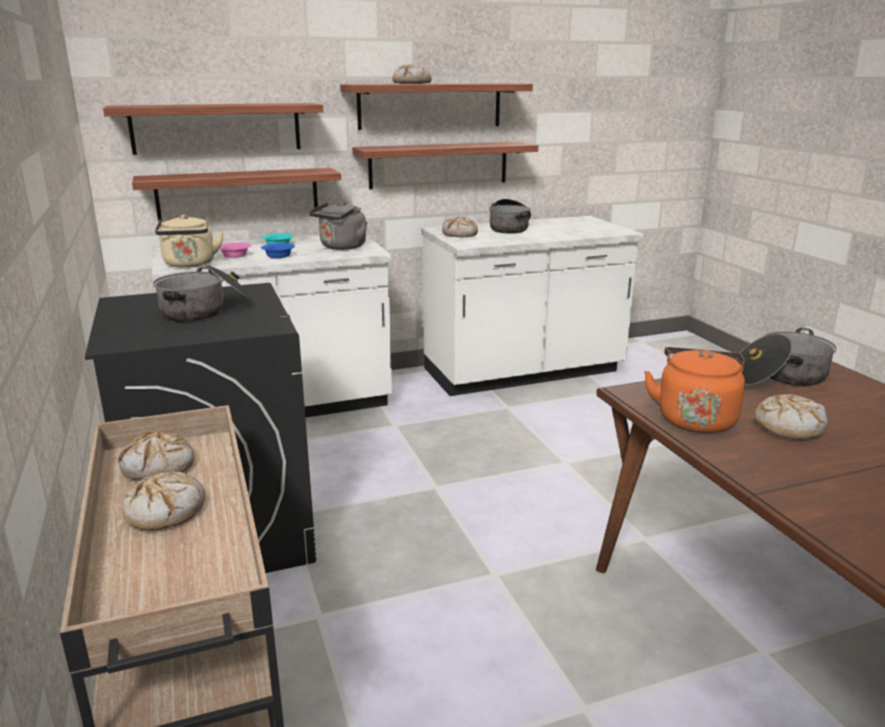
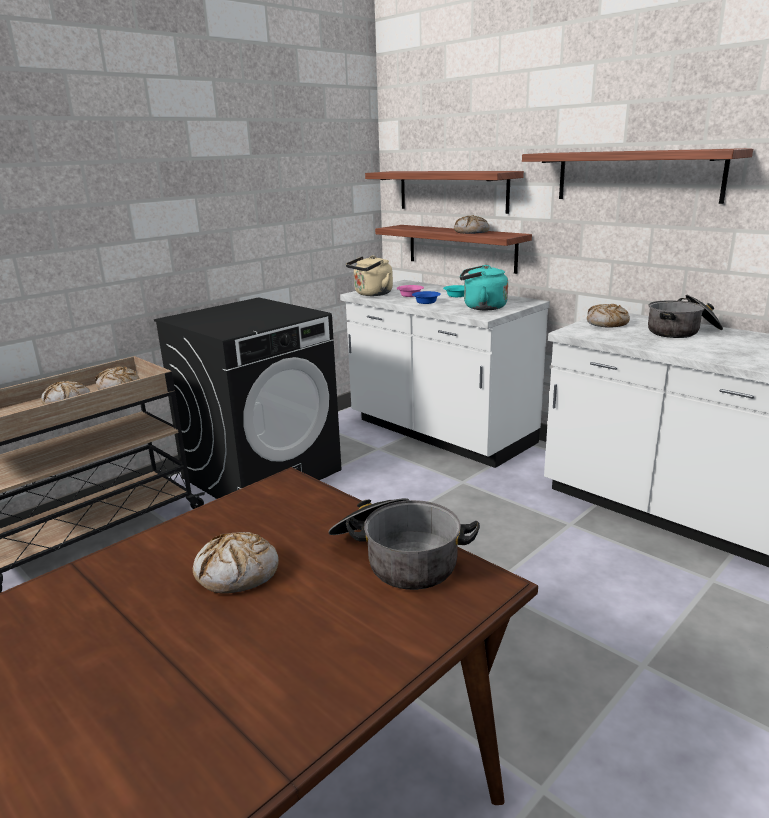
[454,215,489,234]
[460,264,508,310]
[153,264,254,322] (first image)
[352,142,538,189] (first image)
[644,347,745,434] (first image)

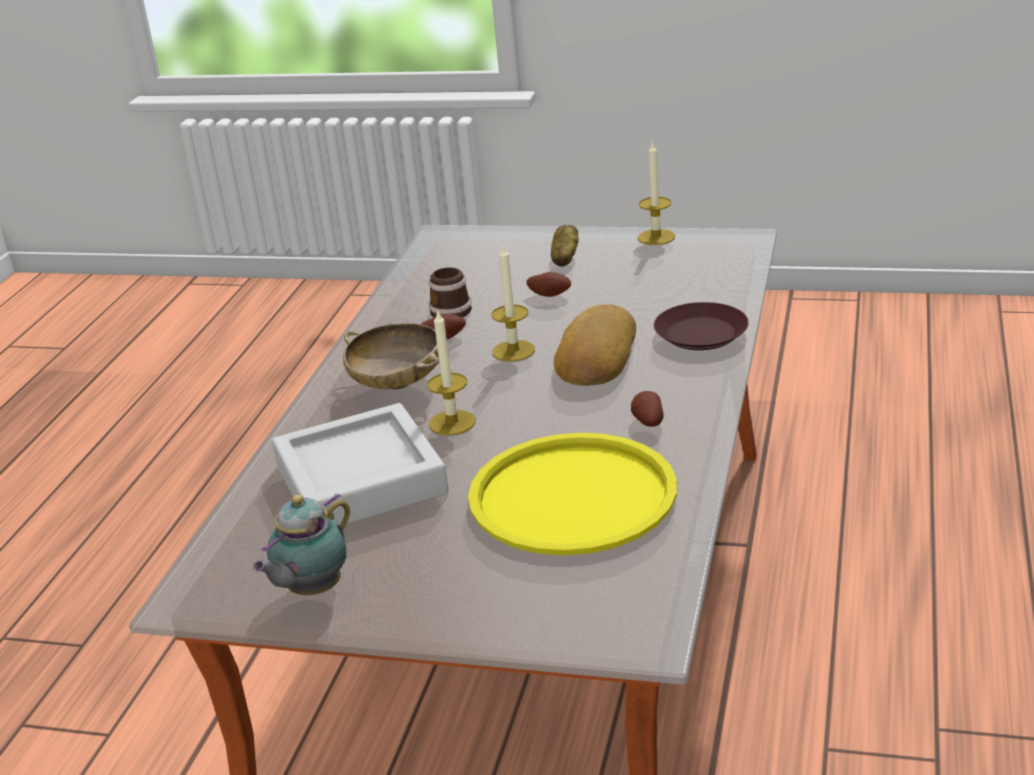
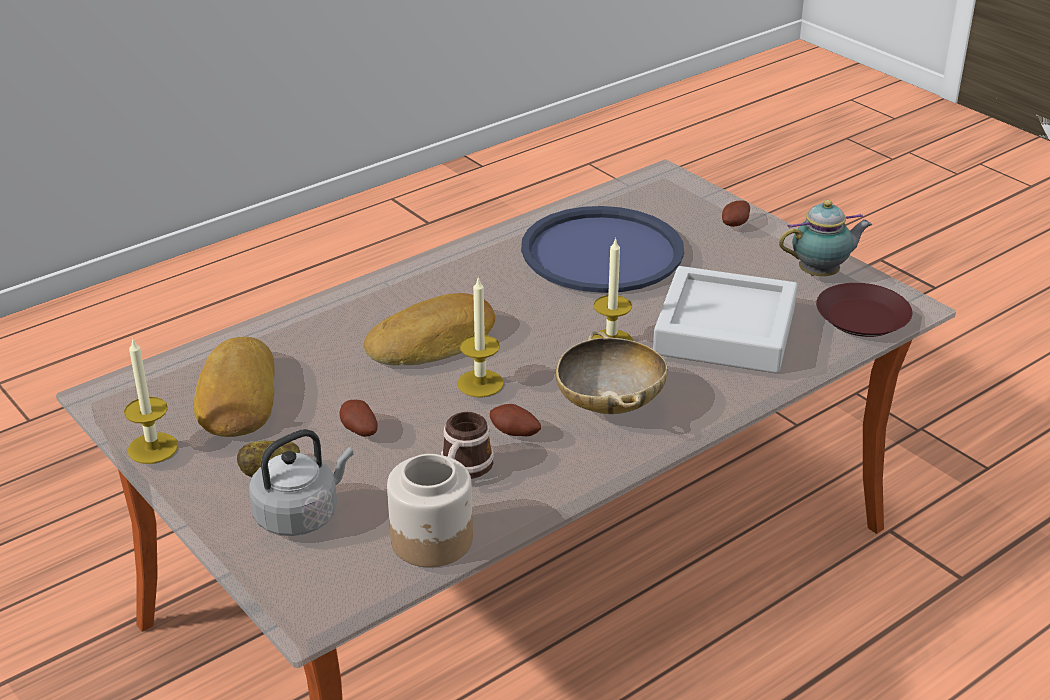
[193,337,275,437]
[249,429,354,536]
[387,454,473,567]
[521,206,684,293]
[722,201,750,227]
[816,283,912,337]

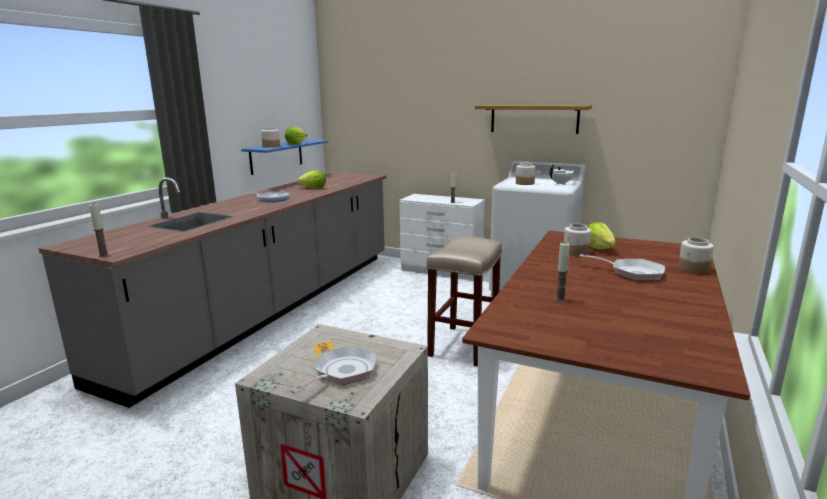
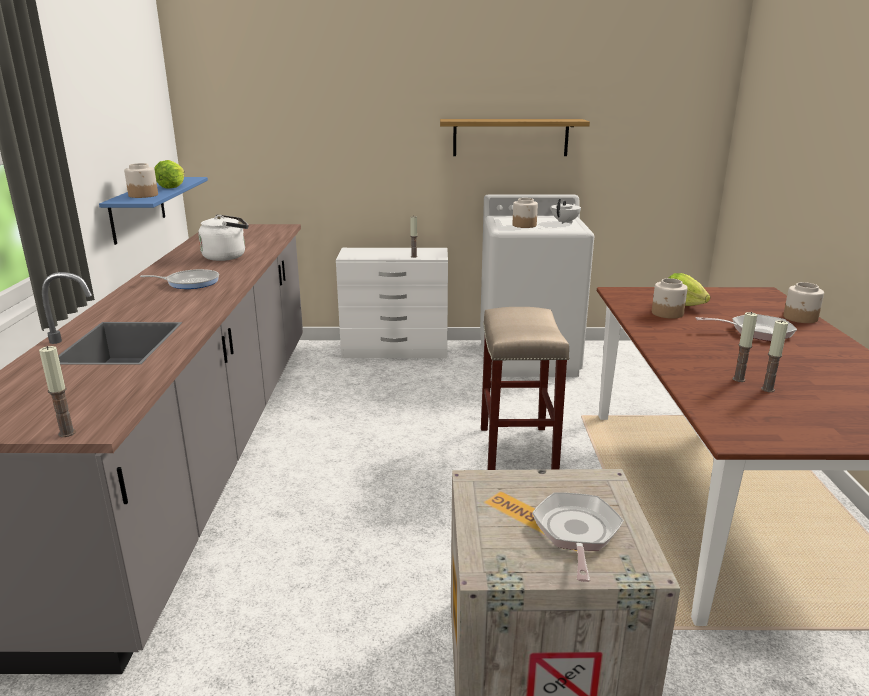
[198,214,248,261]
[761,320,788,392]

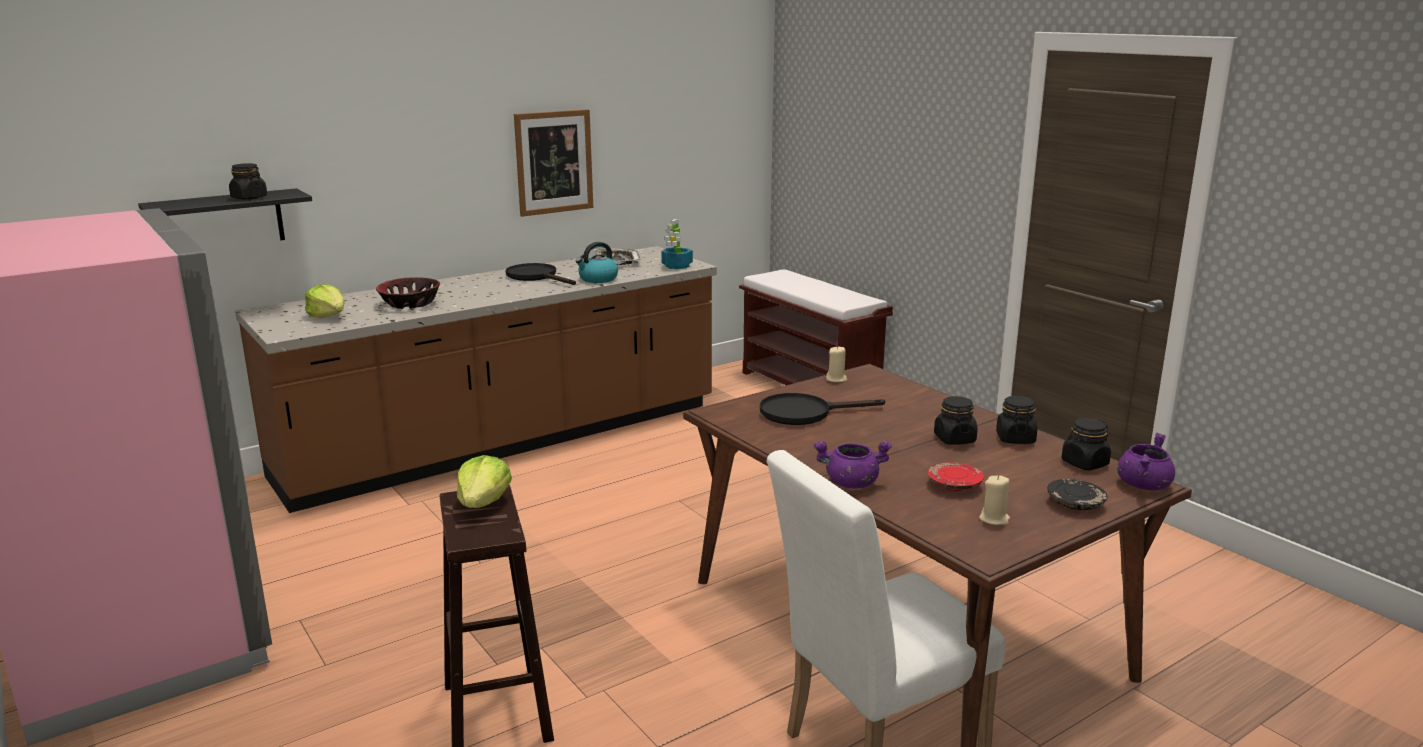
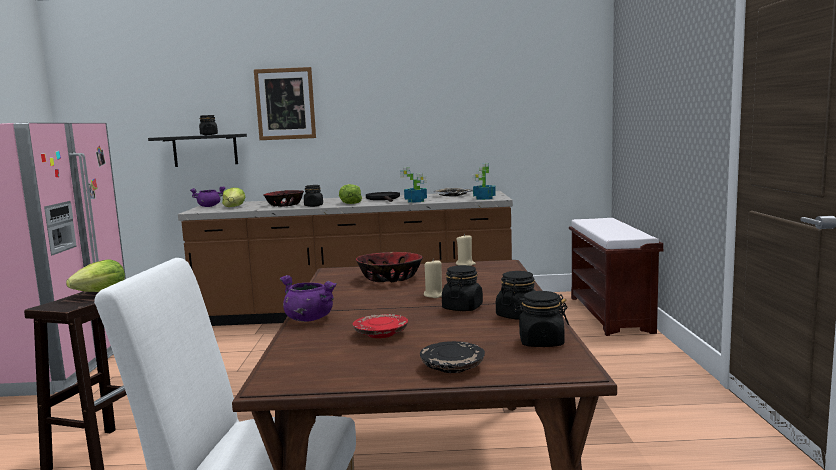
[190,186,225,207]
[254,67,316,140]
[304,185,323,207]
[339,184,362,204]
[356,252,423,282]
[400,167,427,203]
[424,259,442,298]

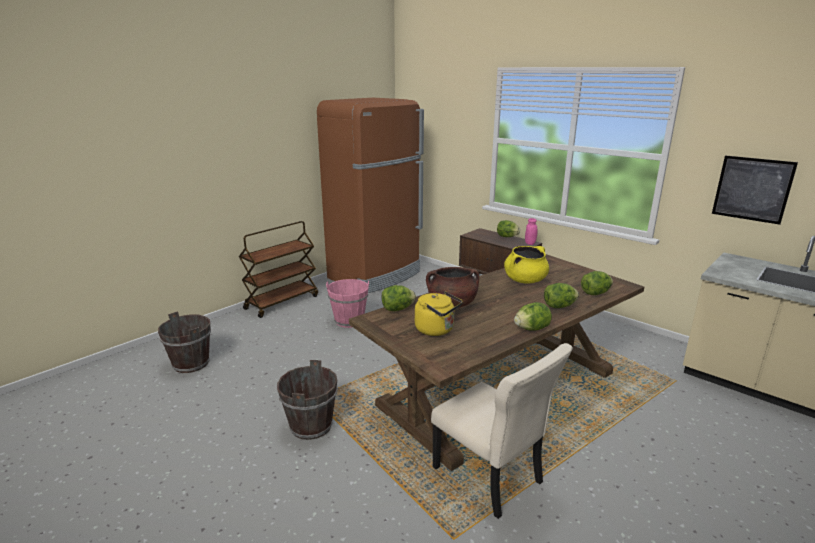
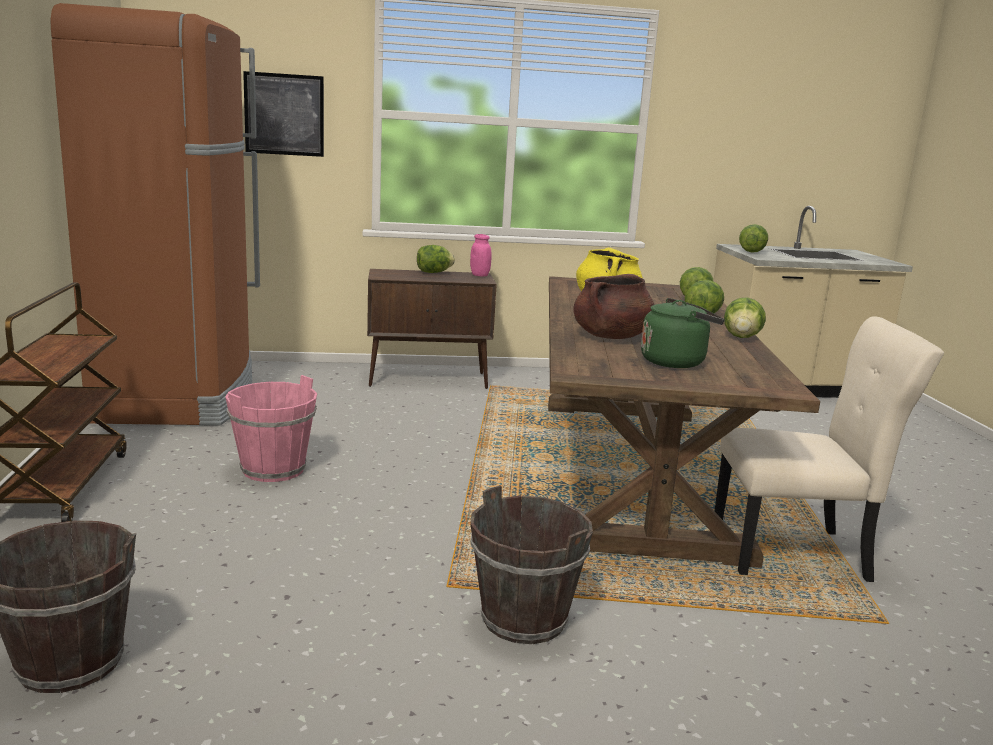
[243,71,324,157]
[641,298,725,368]
[739,224,768,253]

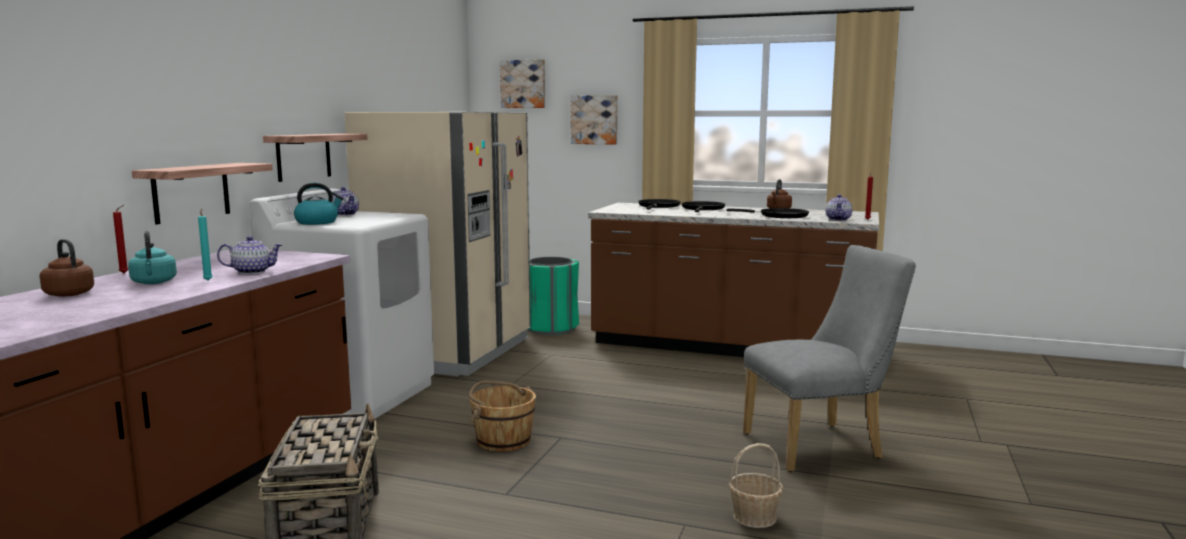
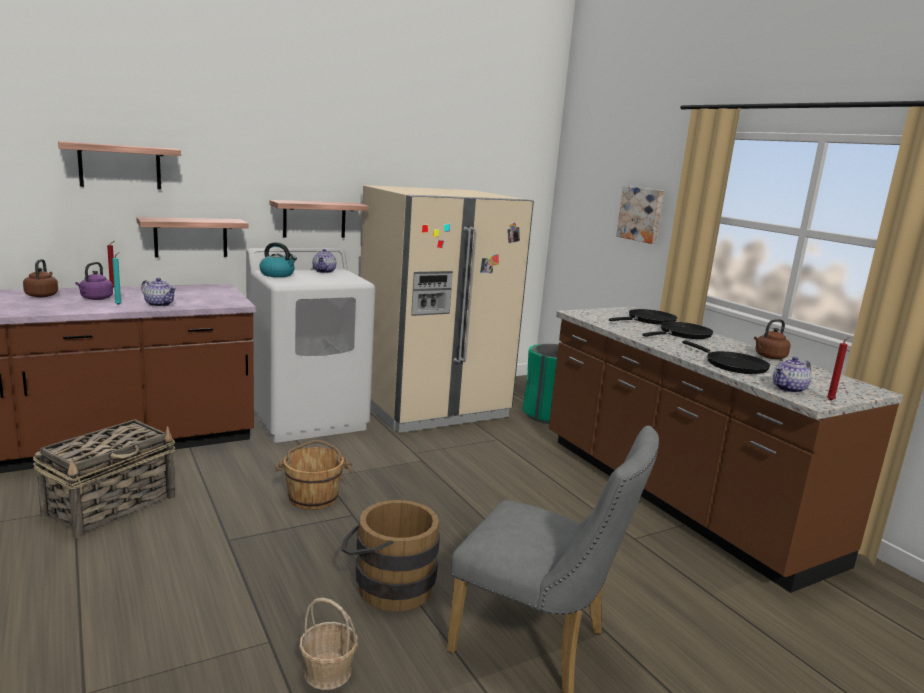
[58,141,181,190]
[75,262,113,300]
[341,500,440,611]
[500,59,545,108] (first image)

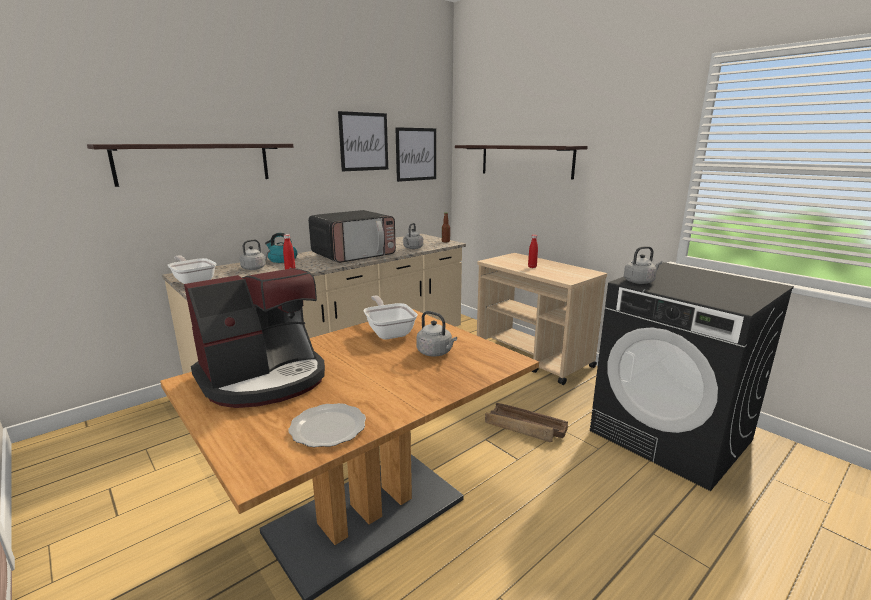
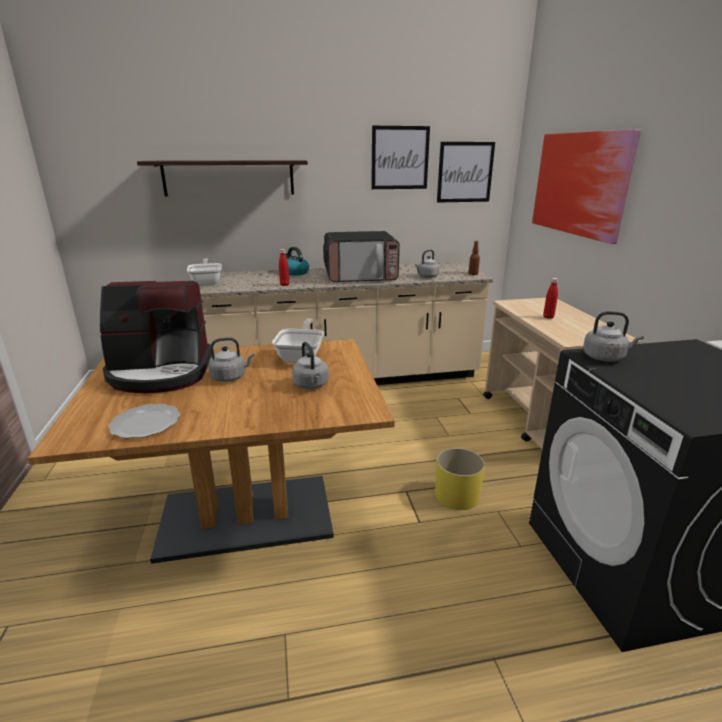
[208,337,255,382]
[435,448,485,510]
[532,129,641,244]

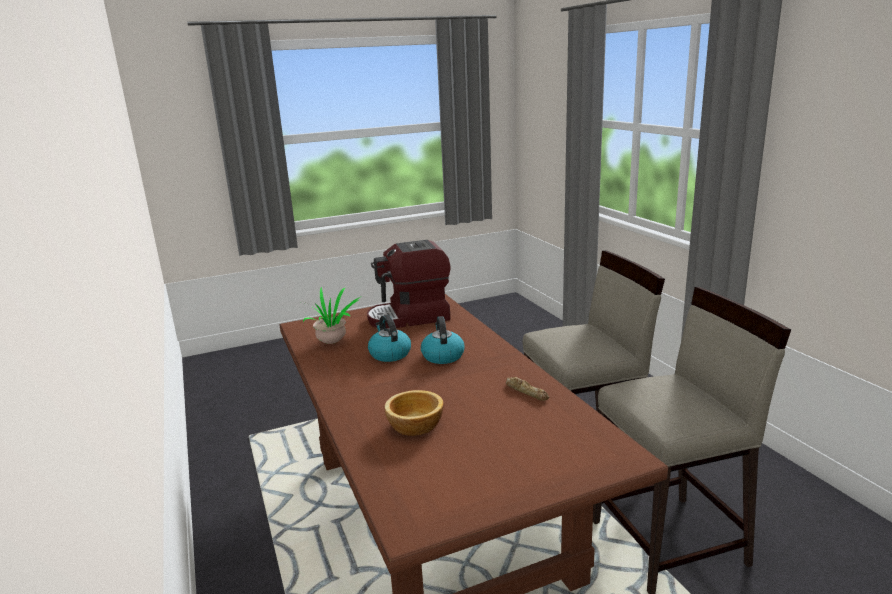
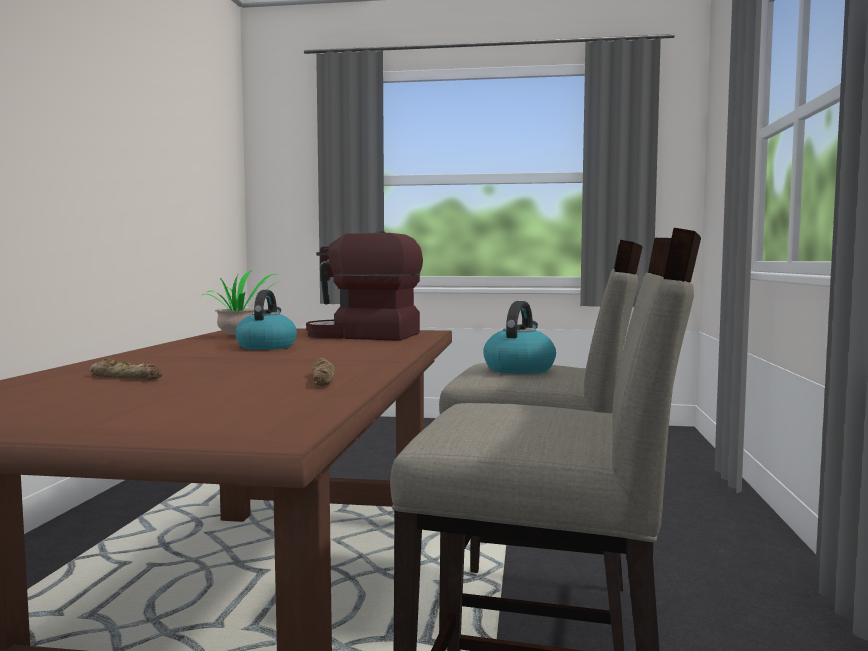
[89,358,163,379]
[483,301,556,374]

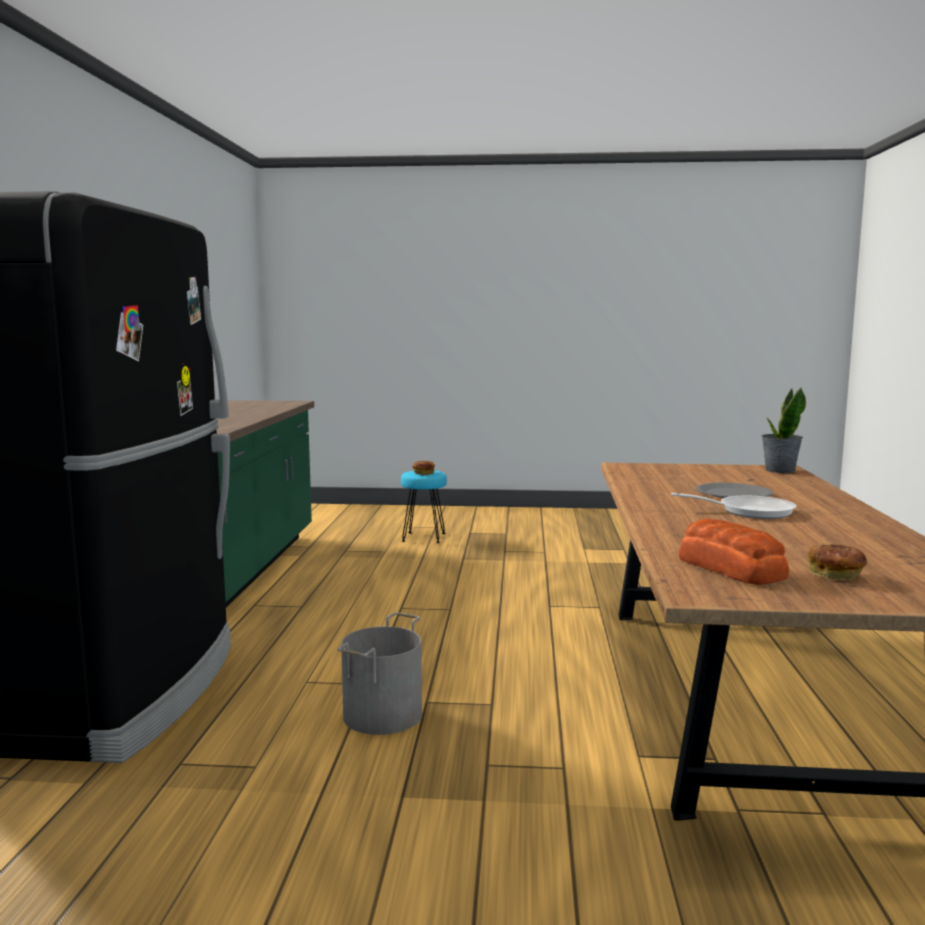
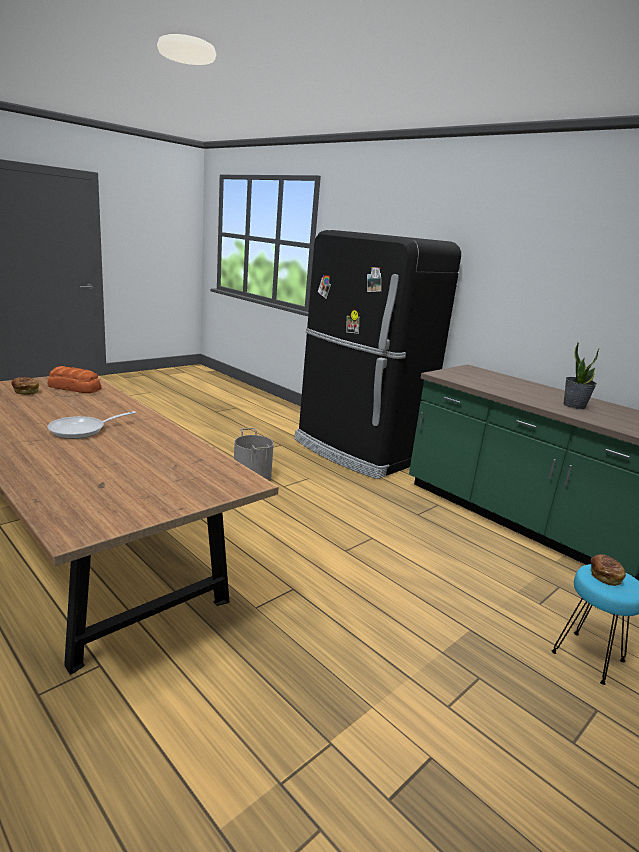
[564,342,599,409]
[696,483,773,498] (first image)

